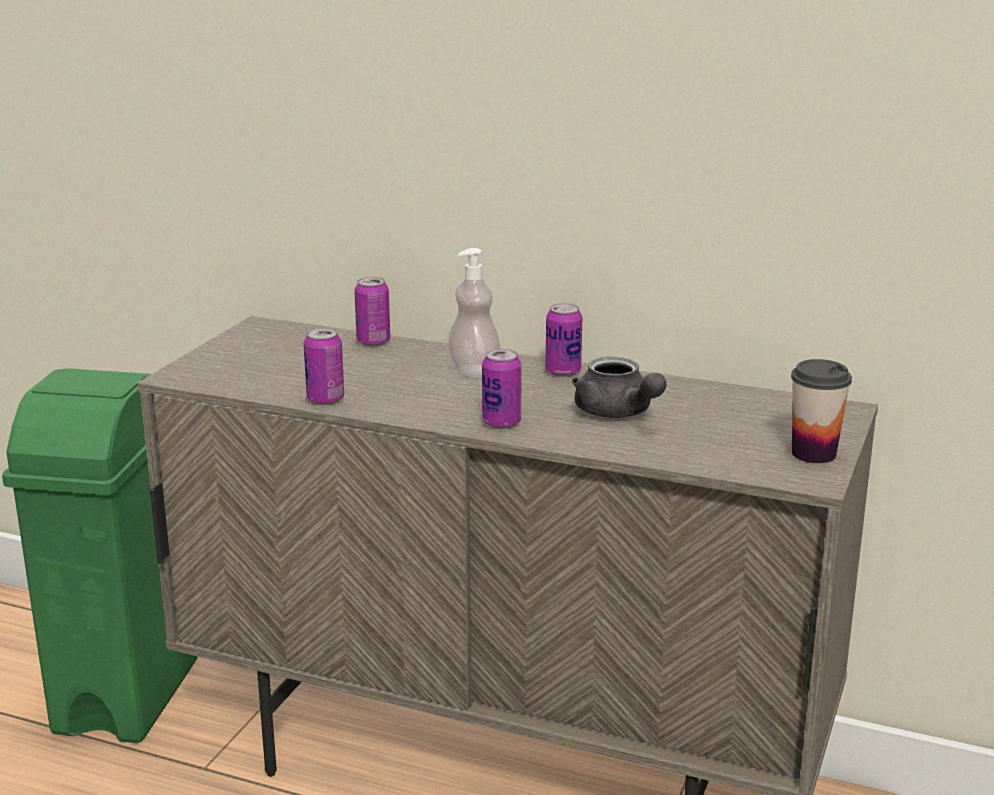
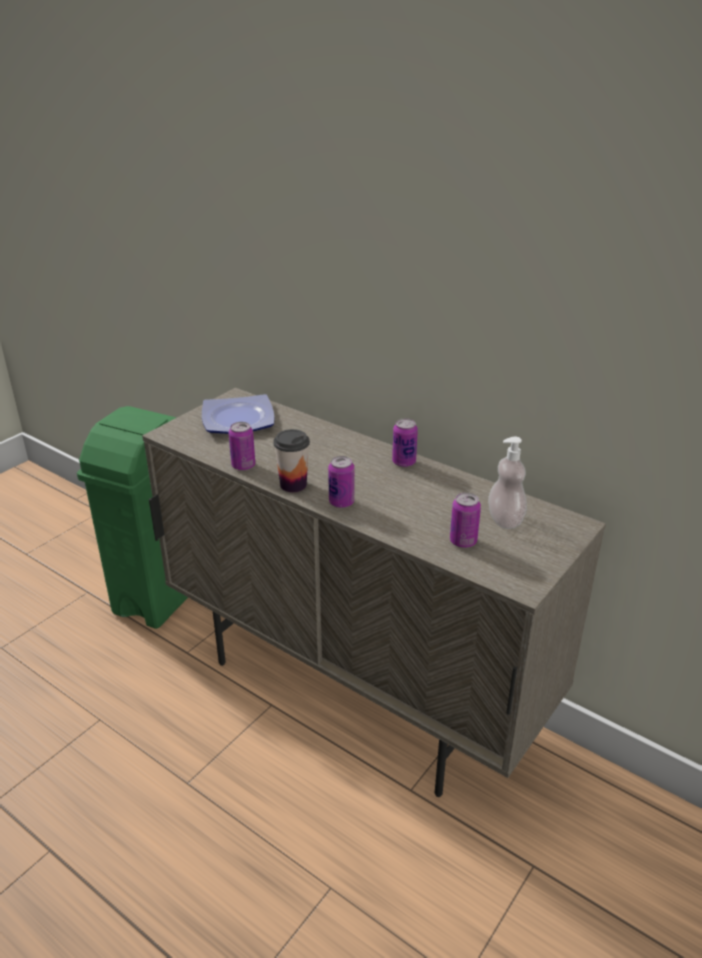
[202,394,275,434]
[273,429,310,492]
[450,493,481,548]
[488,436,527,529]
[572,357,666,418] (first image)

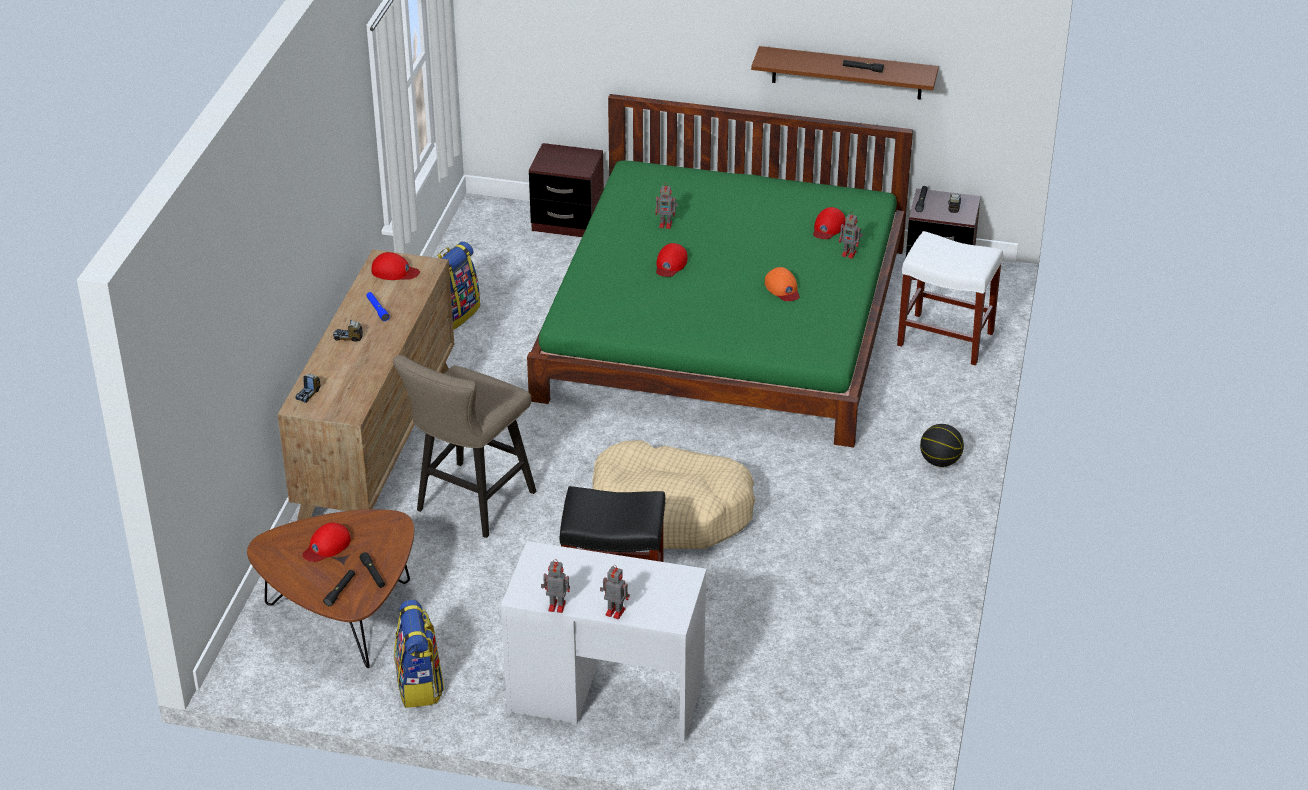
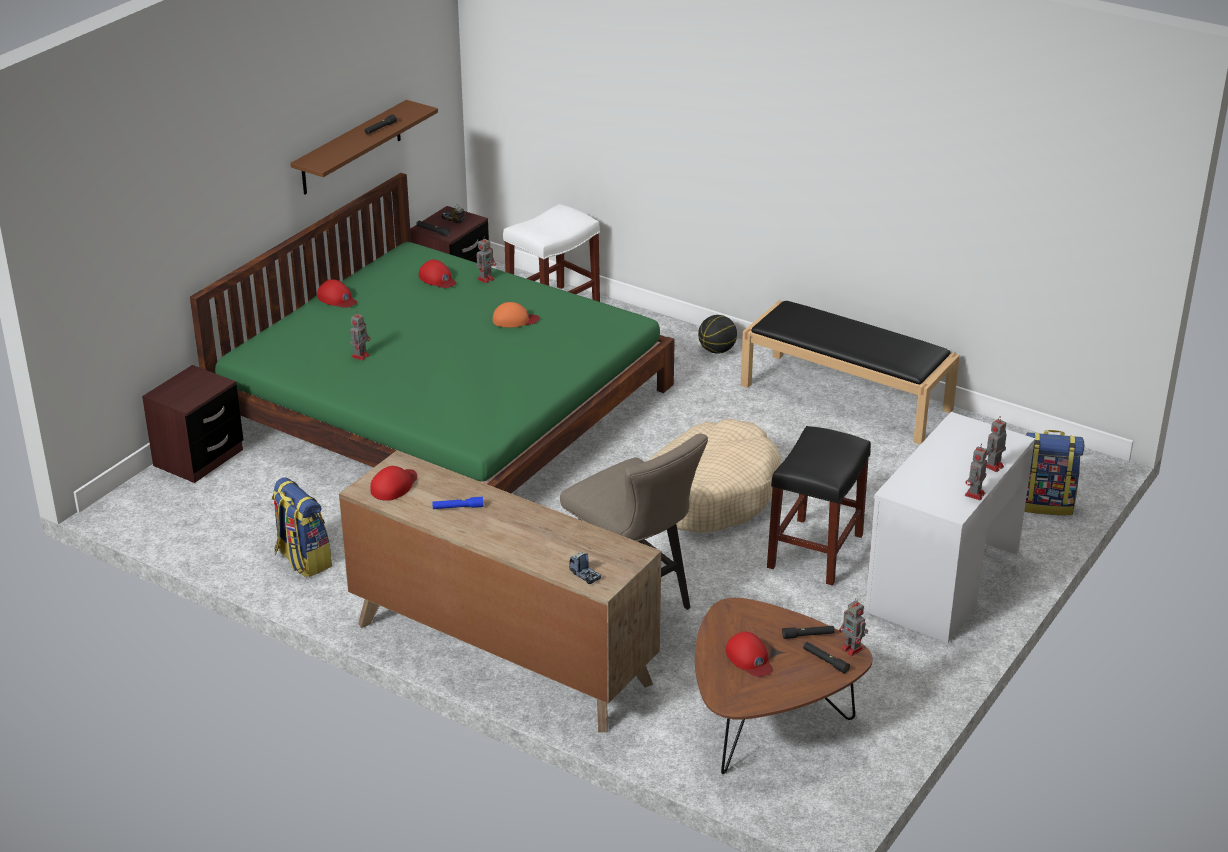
[317,279,357,308]
[741,300,960,445]
[839,598,868,656]
[1024,430,1085,515]
[333,320,363,342] (first image)

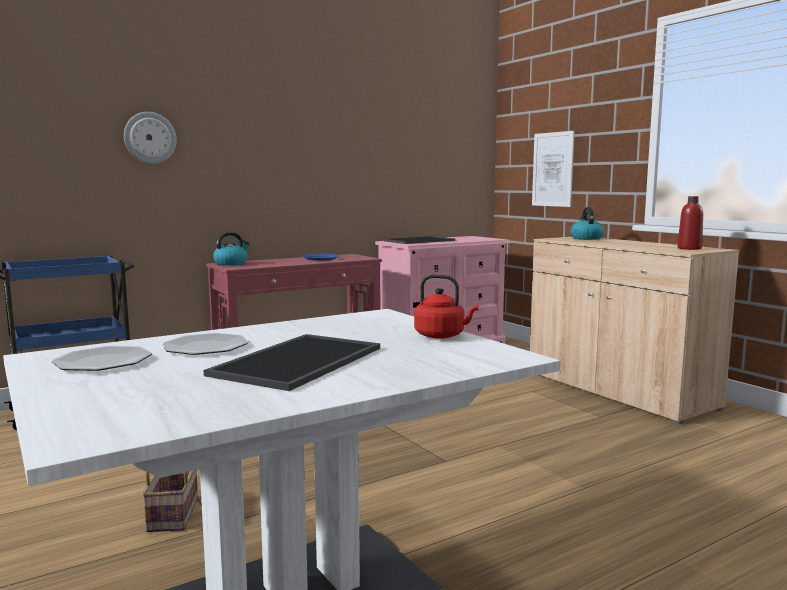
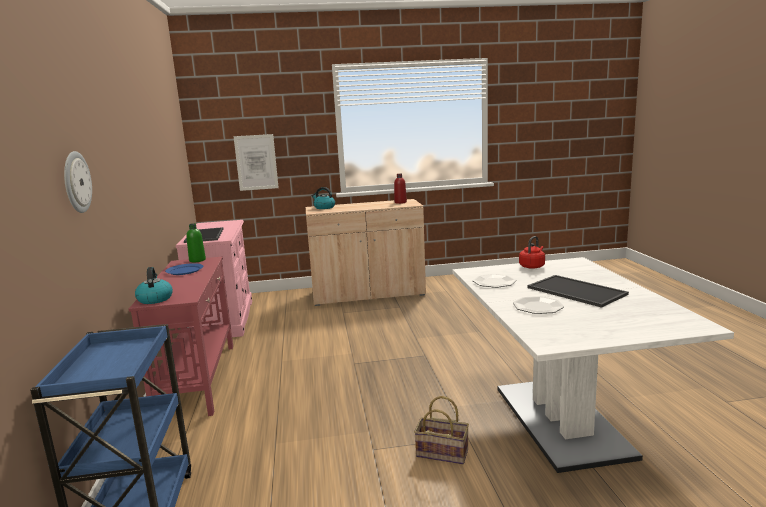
[186,223,206,262]
[473,274,516,288]

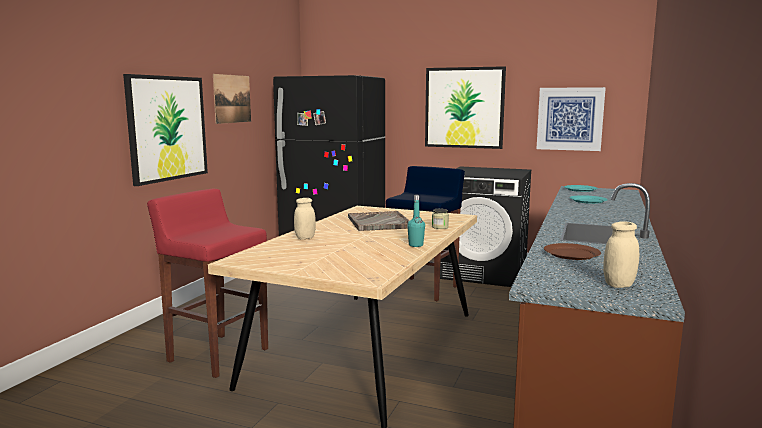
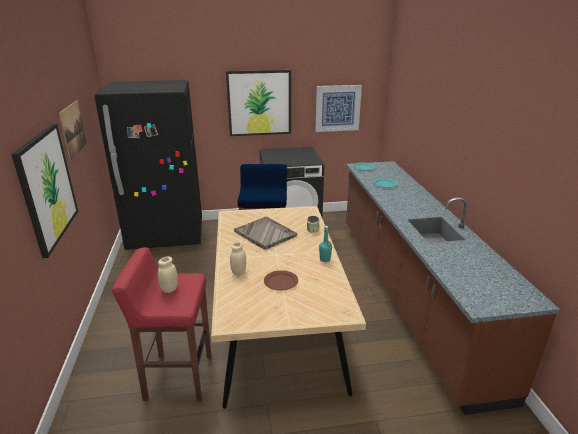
[158,256,178,293]
[264,270,298,291]

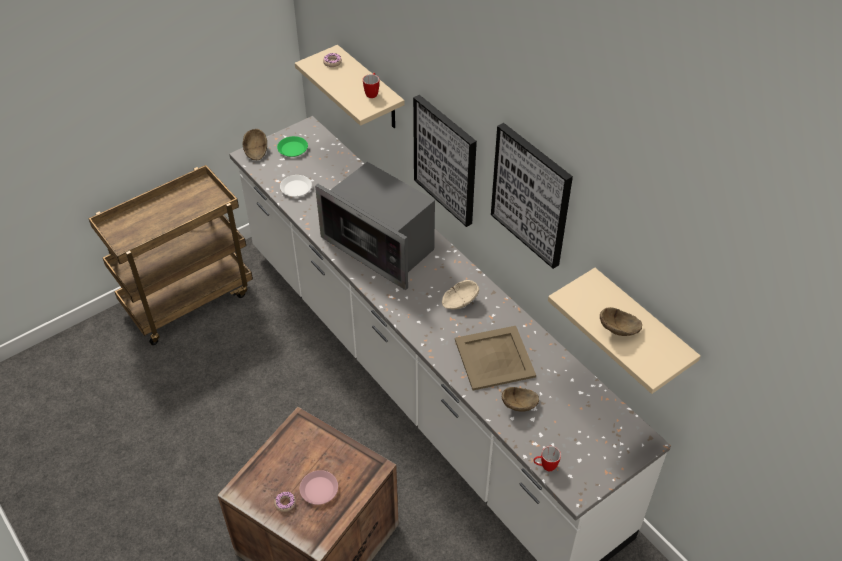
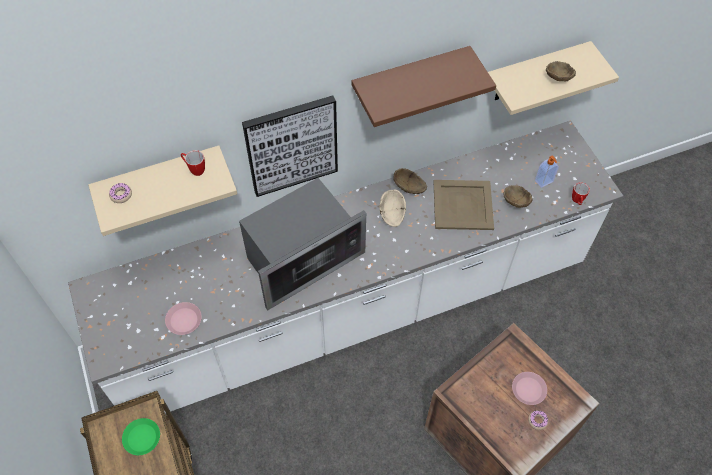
[122,418,160,455]
[165,302,202,335]
[352,46,496,127]
[393,168,427,194]
[535,155,559,188]

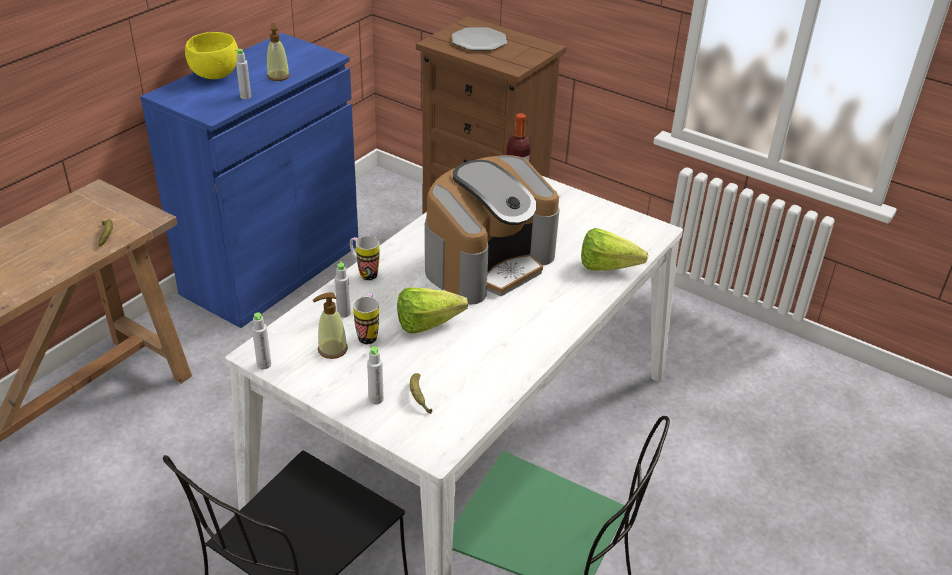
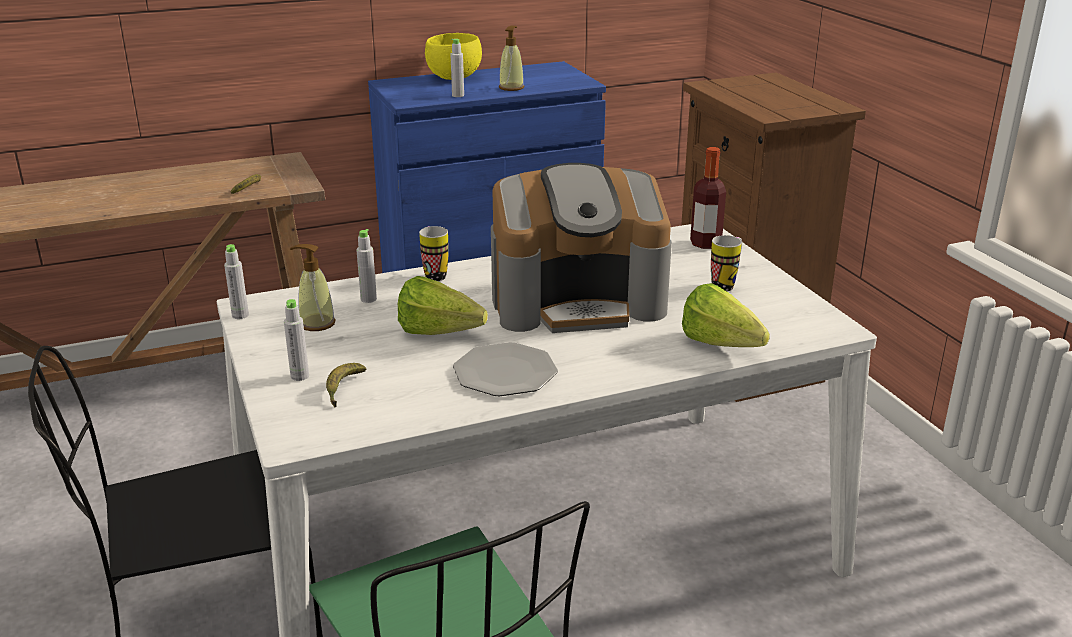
[453,342,558,396]
[711,235,742,291]

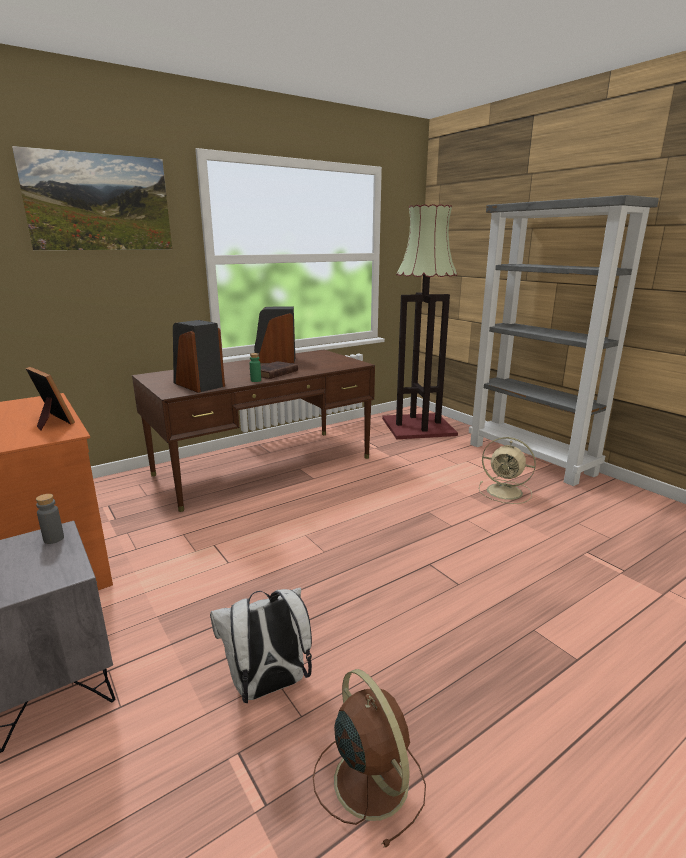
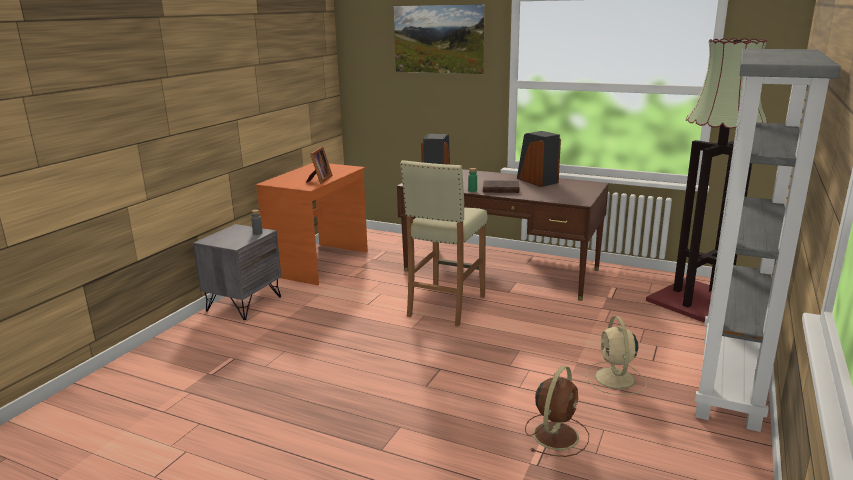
[400,160,488,327]
[525,366,589,457]
[210,587,312,703] (first image)

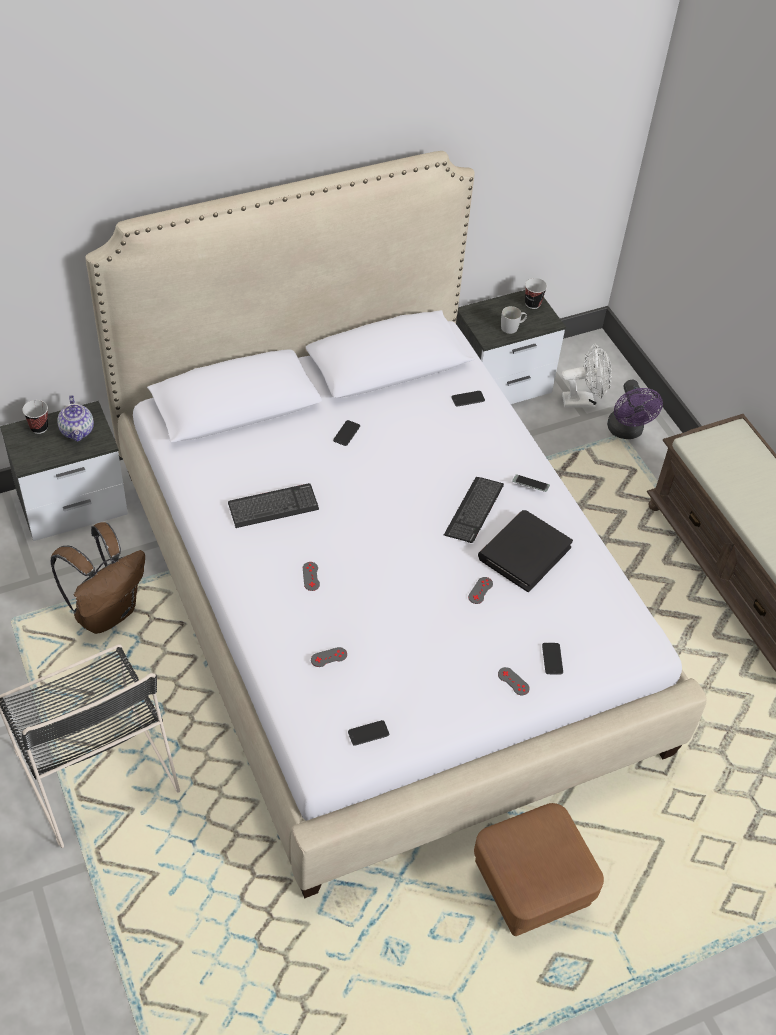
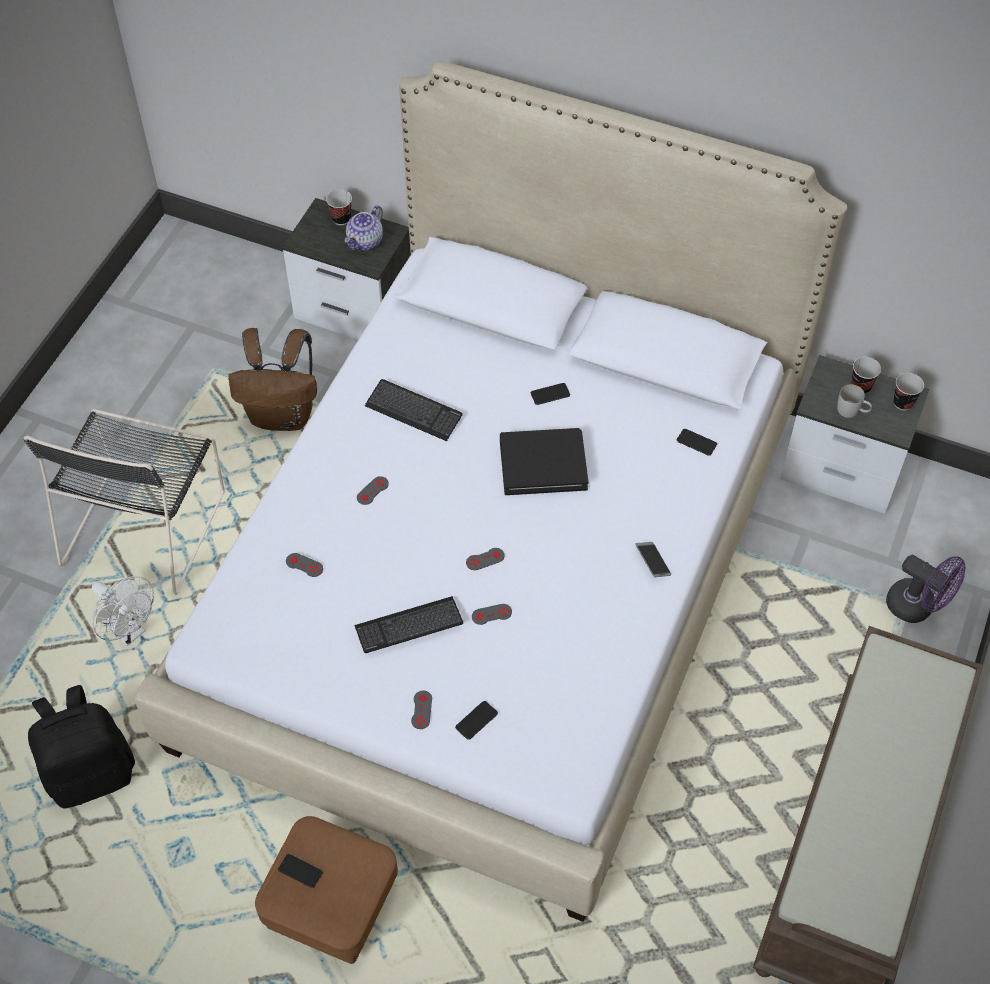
[28,685,135,809]
[92,576,154,646]
[278,854,323,888]
[354,596,463,653]
[466,548,504,570]
[500,428,588,495]
[851,357,881,394]
[886,555,965,623]

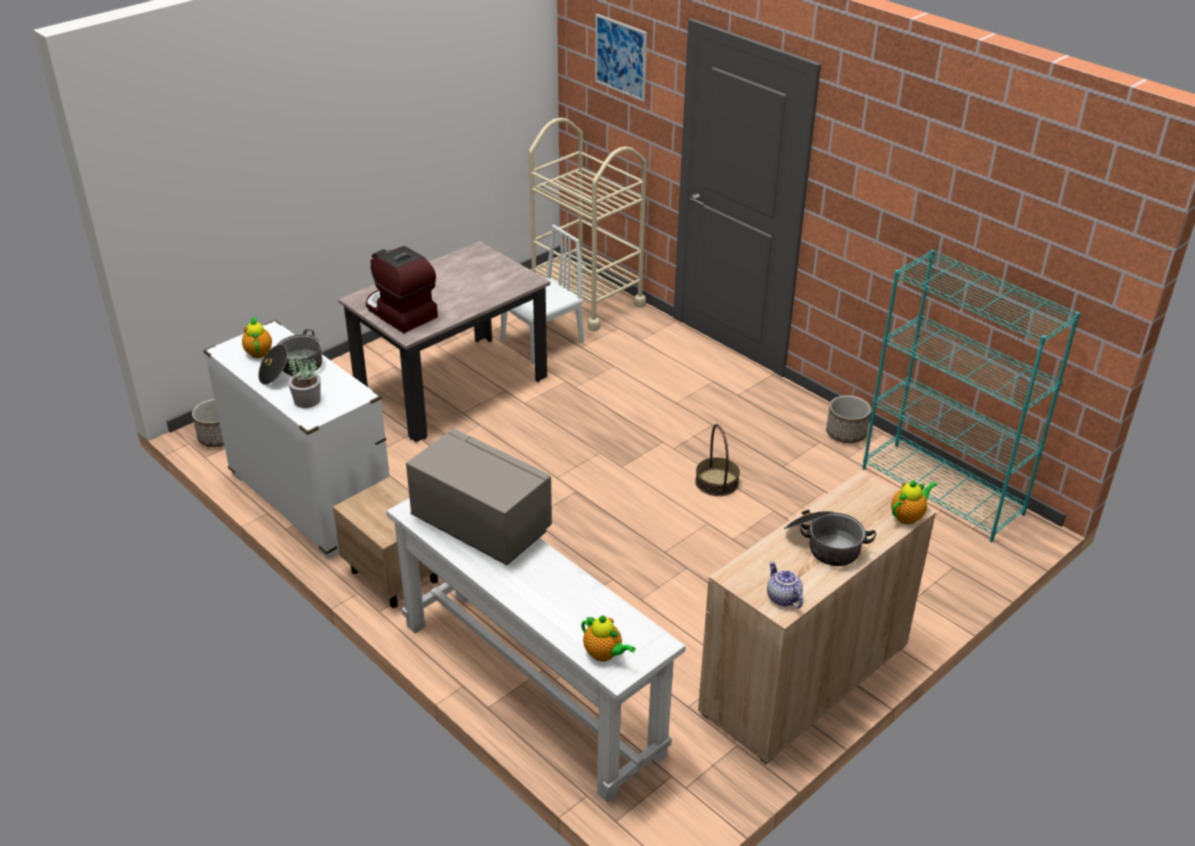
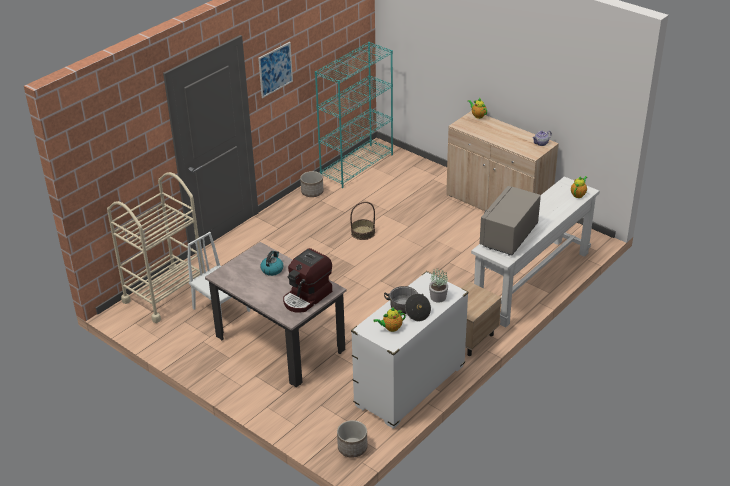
[258,42,293,98]
[260,251,283,276]
[784,510,876,566] (first image)

